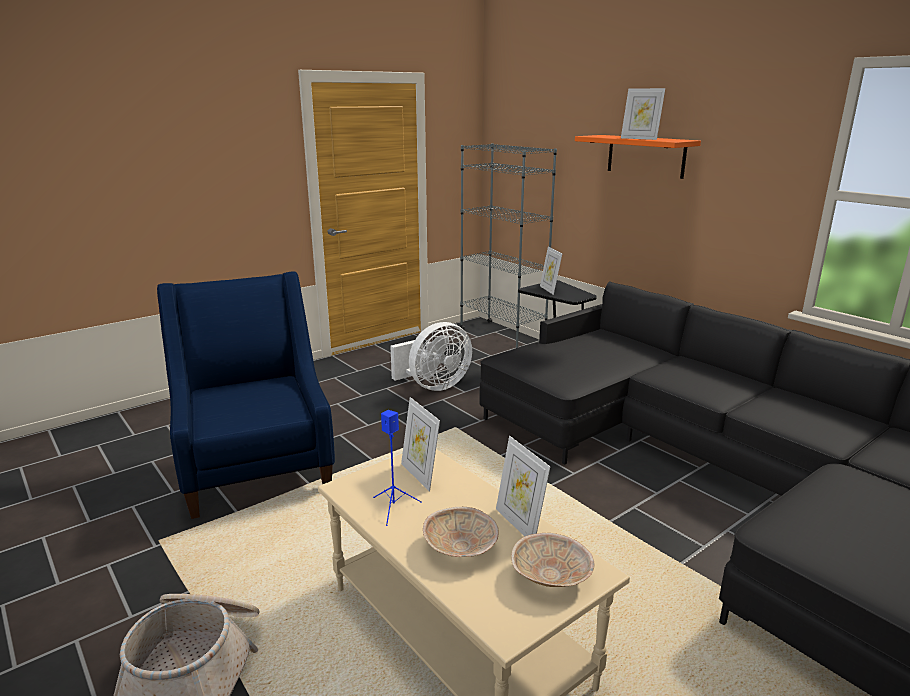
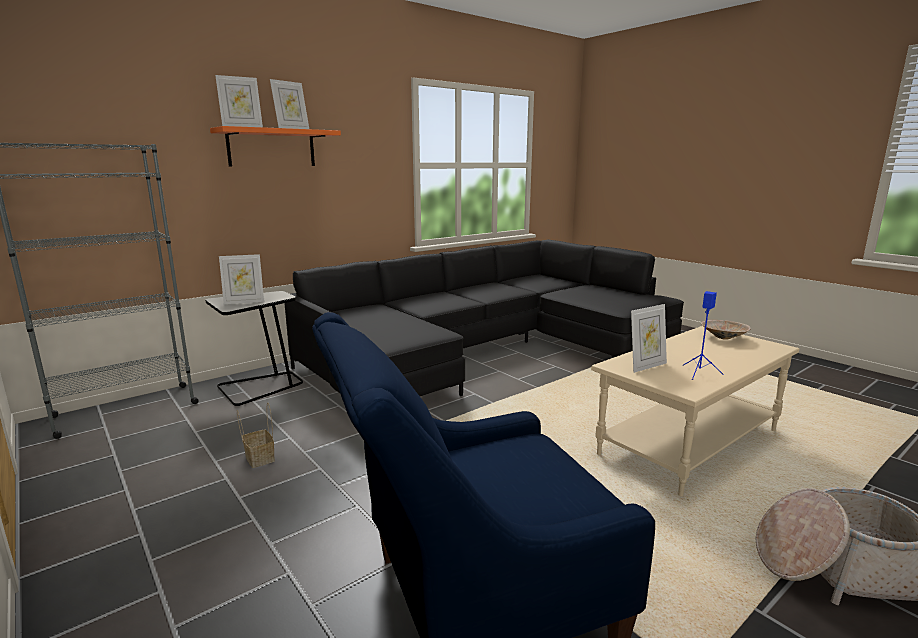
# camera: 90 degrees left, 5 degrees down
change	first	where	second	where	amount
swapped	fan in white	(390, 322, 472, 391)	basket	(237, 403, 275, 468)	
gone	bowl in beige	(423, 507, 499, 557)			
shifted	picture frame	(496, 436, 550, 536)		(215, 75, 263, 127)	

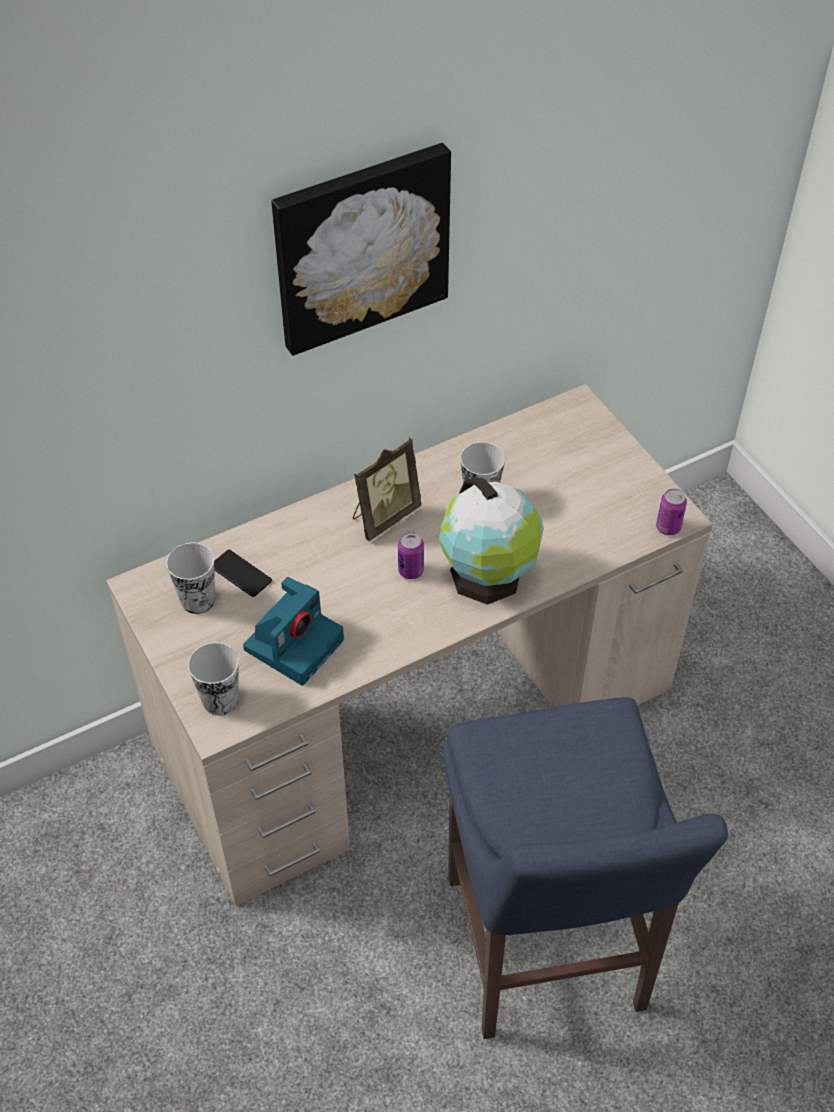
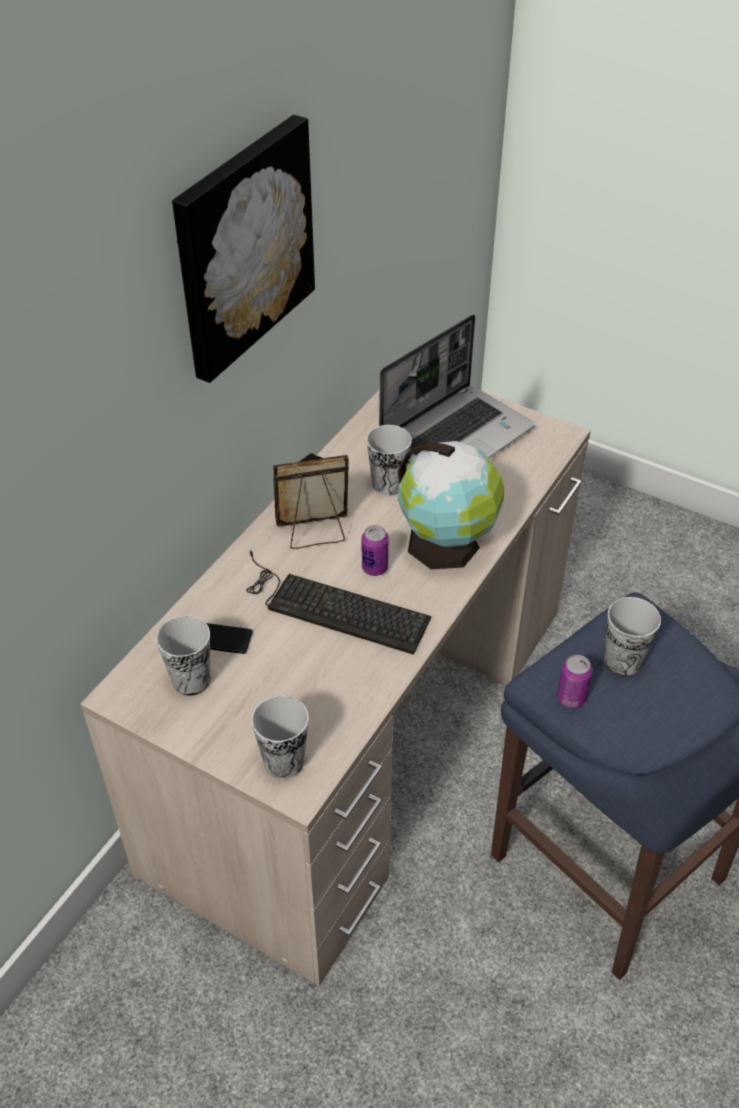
# camera: 30 degrees left, 5 degrees down
change	first	where	second	where	amount
gone	photo camera	(243, 577, 344, 686)			
rotated	picture frame	(353, 438, 421, 541)		(273, 453, 349, 549)	120 degrees counterclockwise
shifted	can	(656, 489, 687, 535)		(557, 655, 592, 709)	
new			keyboard	(246, 551, 431, 655)	
new			laptop	(379, 314, 535, 464)	
new			cup	(604, 597, 661, 676)	

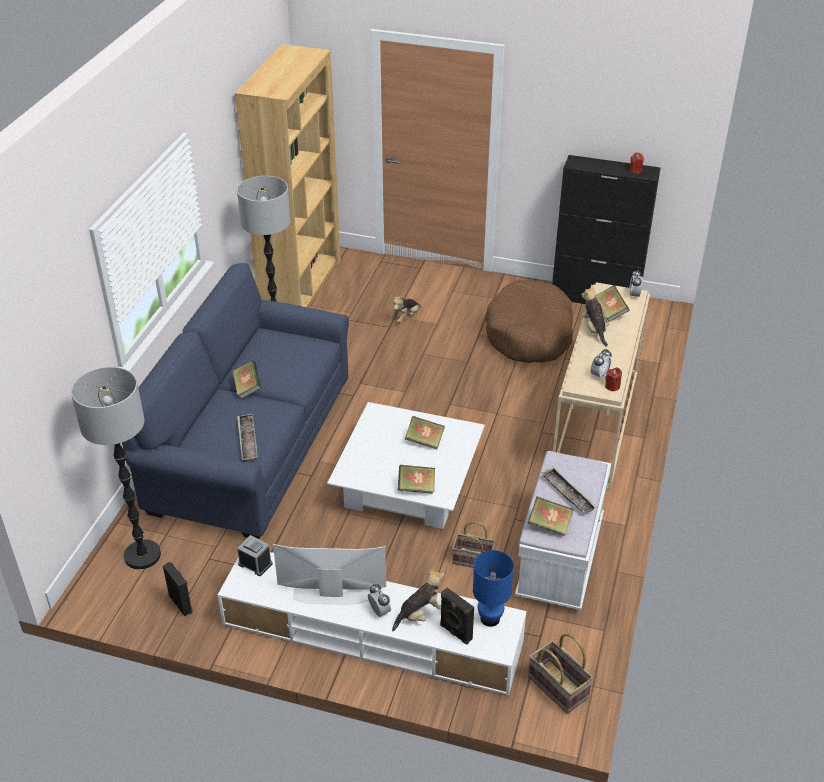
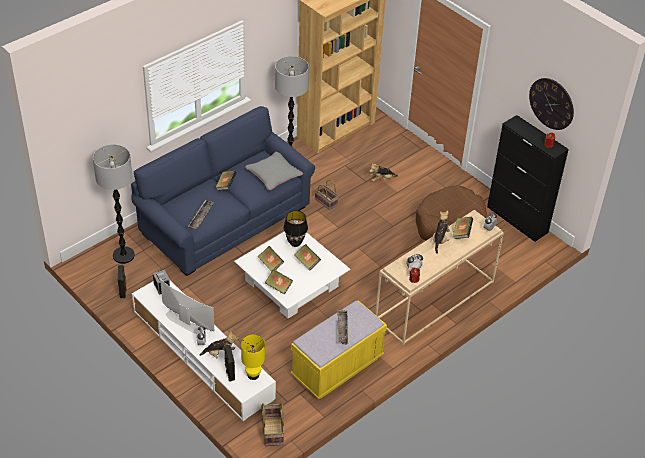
# camera: 30 degrees right, 5 degrees up
change	first	where	second	where	amount
shifted	basket	(452, 521, 495, 568)		(315, 180, 339, 210)	
repainted	table lamp in blue	(473, 550, 514, 627)	table lamp in yellow	(241, 335, 265, 380)	
repainted	bench in white	(515, 451, 611, 610)	bench in yellow	(291, 301, 387, 399)	
shifted	book	(528, 496, 574, 536)		(258, 246, 284, 271)	
new			pillow in grey	(245, 152, 303, 190)	
new			table lamp in black	(283, 211, 308, 247)	
new			wall clock	(529, 78, 574, 130)	

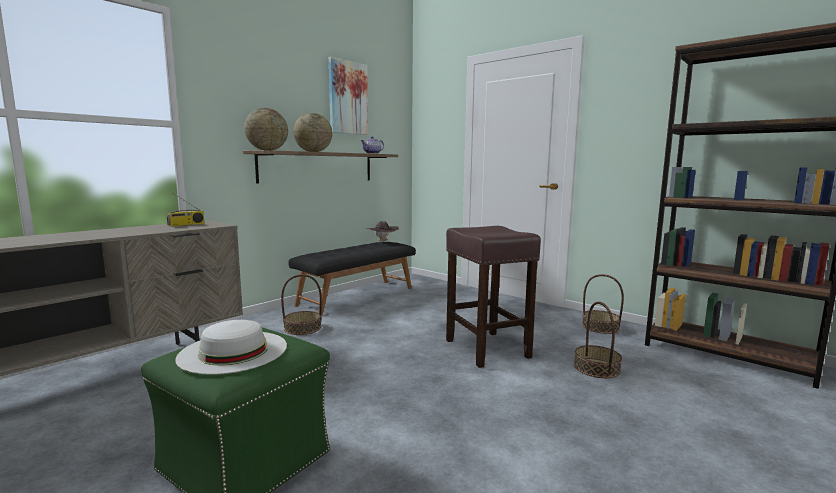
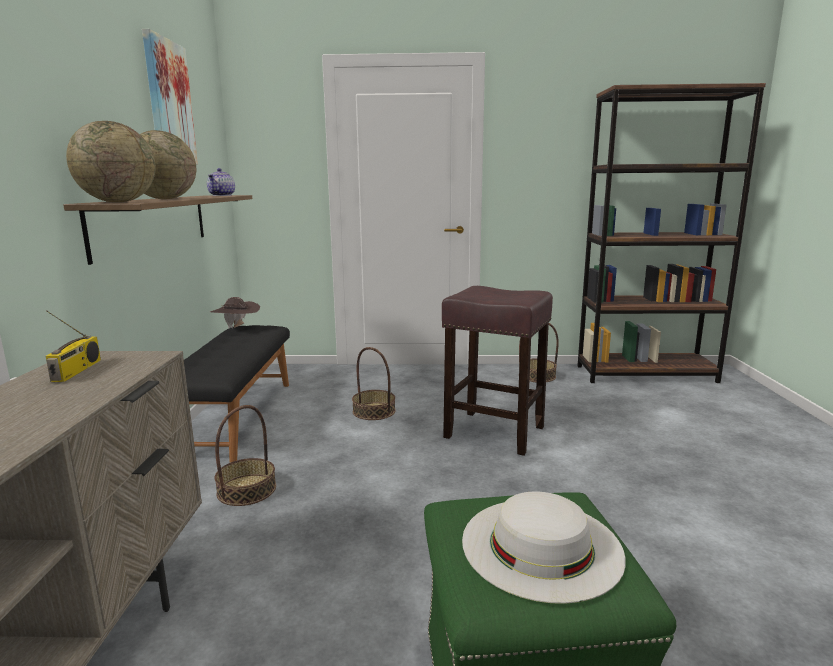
# camera: 40 degrees left, 5 degrees up
change	first	where	second	where	amount
shifted	basket	(574, 302, 622, 378)		(352, 347, 396, 420)	

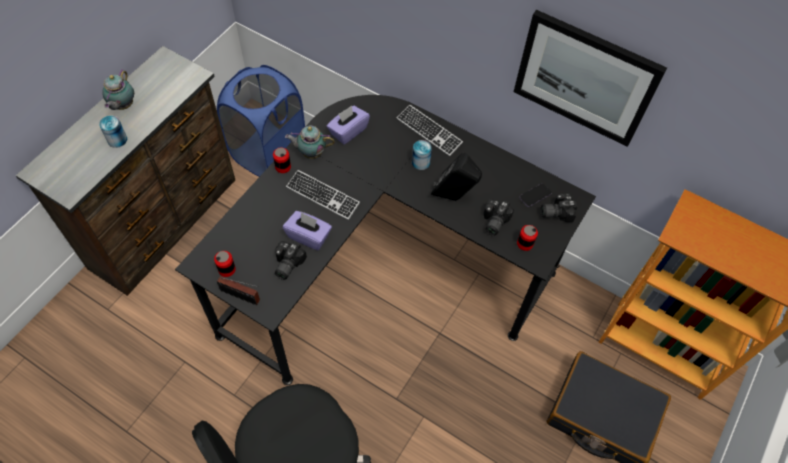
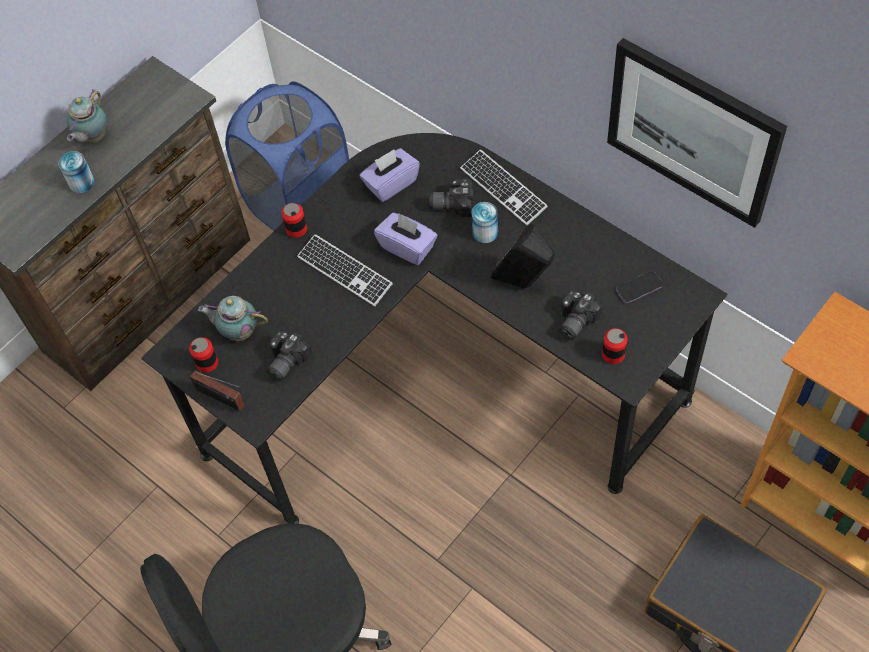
# camera: 15 degrees right, 0 degrees up
change	first	where	second	where	amount
shifted	tissue box in purple	(283, 211, 332, 250)		(374, 213, 437, 265)	
shifted	teapot	(285, 126, 335, 159)		(198, 296, 268, 341)	
shifted	photo camera	(540, 193, 577, 222)		(429, 178, 473, 217)	

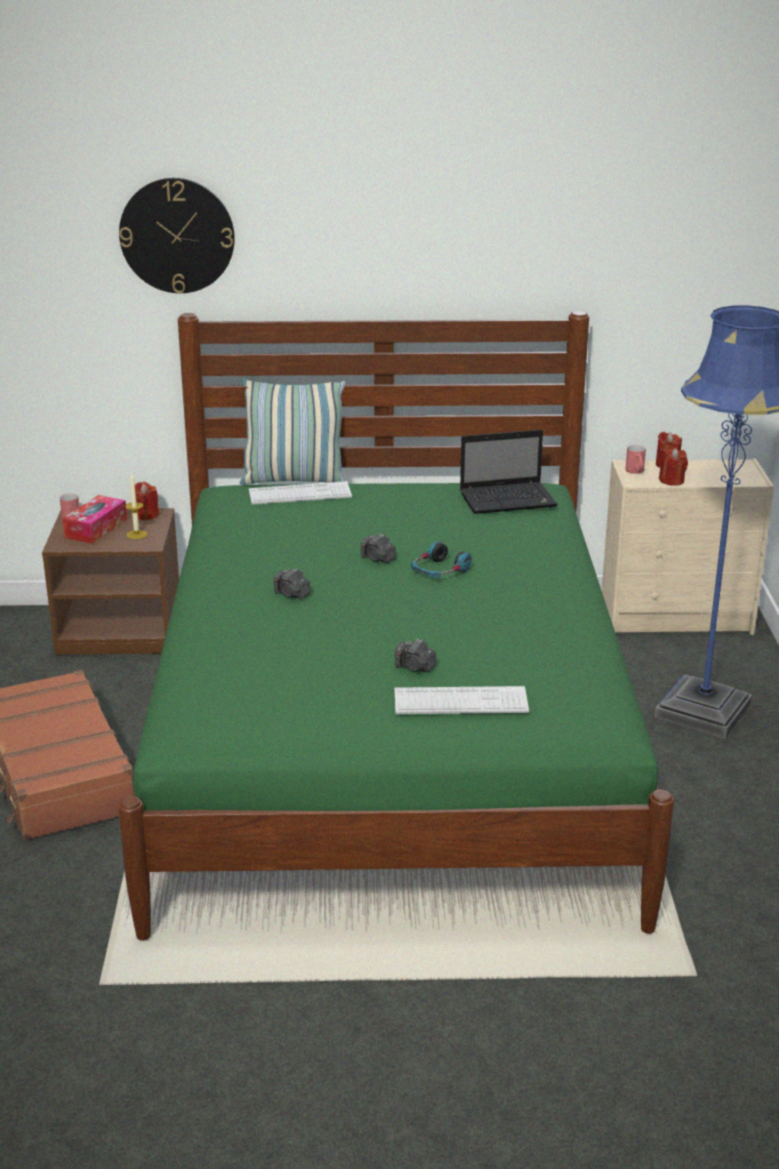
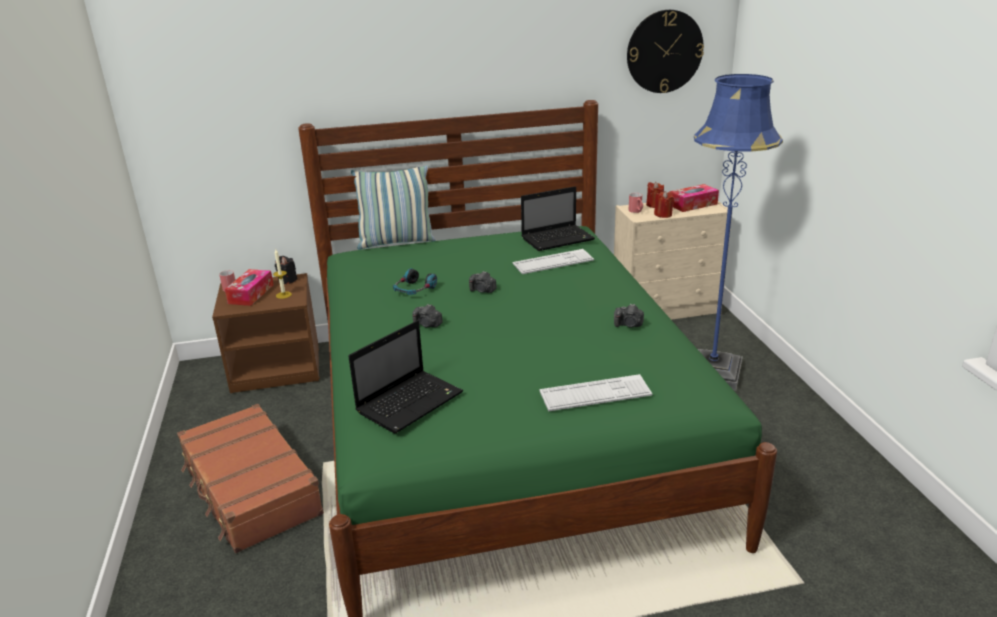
# camera: 10 degrees left, 0 degrees up
change	first	where	second	where	amount
shifted	wall clock	(119, 178, 235, 294)		(627, 10, 704, 93)	
repainted	candle in red	(135, 482, 160, 520)	candle in black	(275, 256, 297, 284)	
shifted	keyboard	(249, 481, 352, 505)		(512, 249, 594, 274)	
shifted	photo camera	(395, 639, 436, 672)		(614, 304, 644, 327)	
shifted	headphones	(411, 541, 472, 578)		(393, 268, 437, 295)	
new			laptop	(348, 321, 463, 434)	
new			tissue box	(670, 184, 719, 212)	

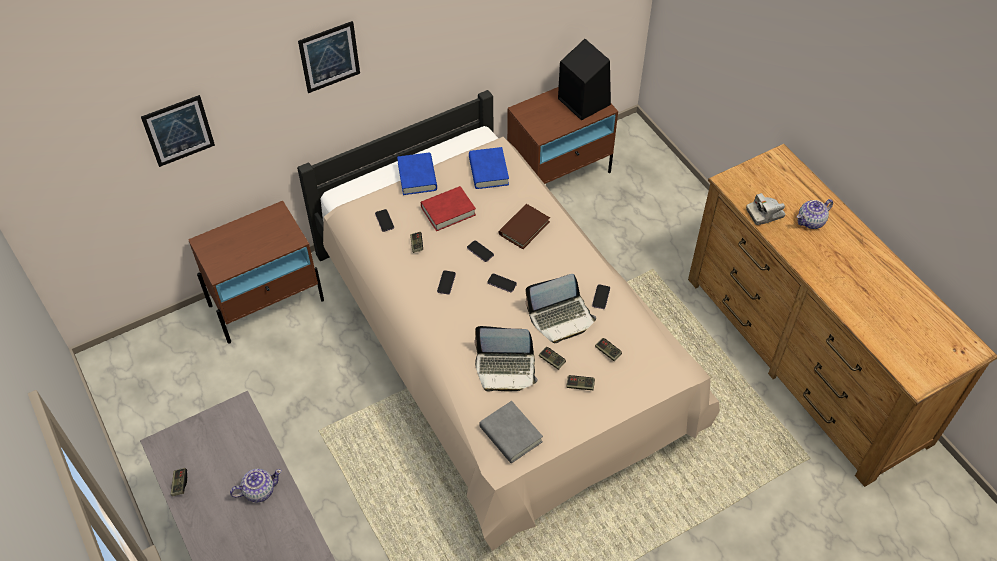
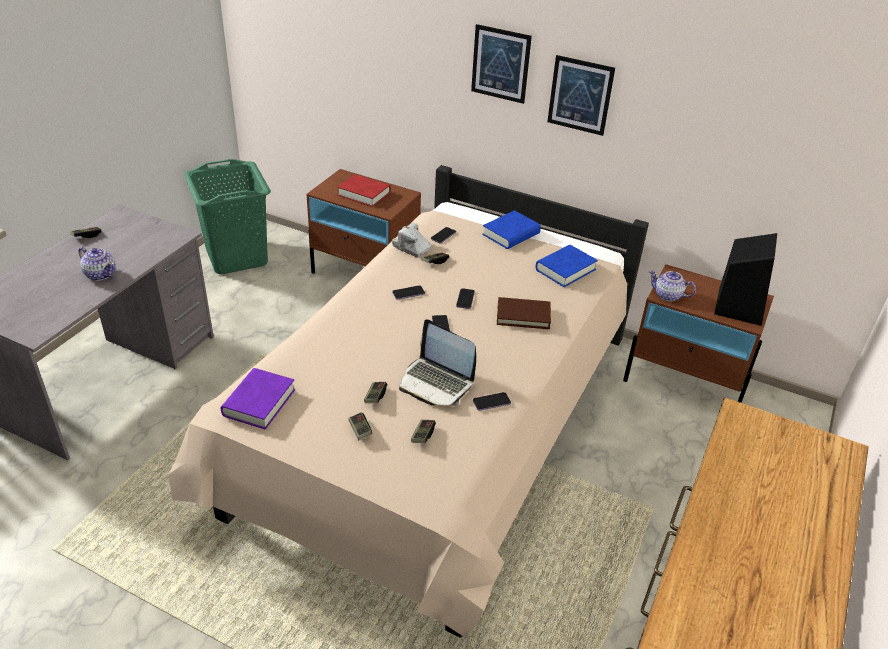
# camera: 55 degrees right, 15 degrees down
change	first	where	second	where	amount
shifted	picture	(141, 95, 215, 167)		(547, 55, 615, 136)	
shifted	book in red	(421, 186, 476, 231)		(338, 174, 391, 207)	
gone	laptop	(474, 326, 538, 392)			
repainted	book in grey	(479, 401, 543, 463)	book in purple	(221, 368, 295, 429)	
shifted	photo camera	(746, 193, 786, 225)		(392, 223, 432, 257)	
shifted	teapot	(797, 199, 833, 229)		(649, 270, 696, 301)	
new			laundry basket in green	(184, 159, 271, 274)	

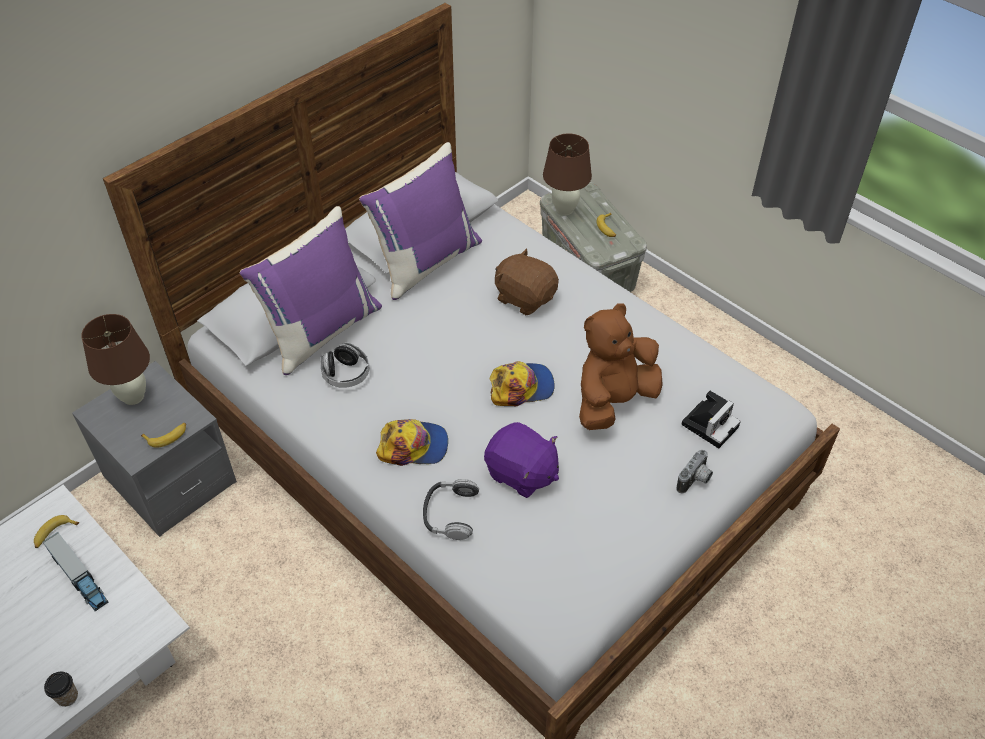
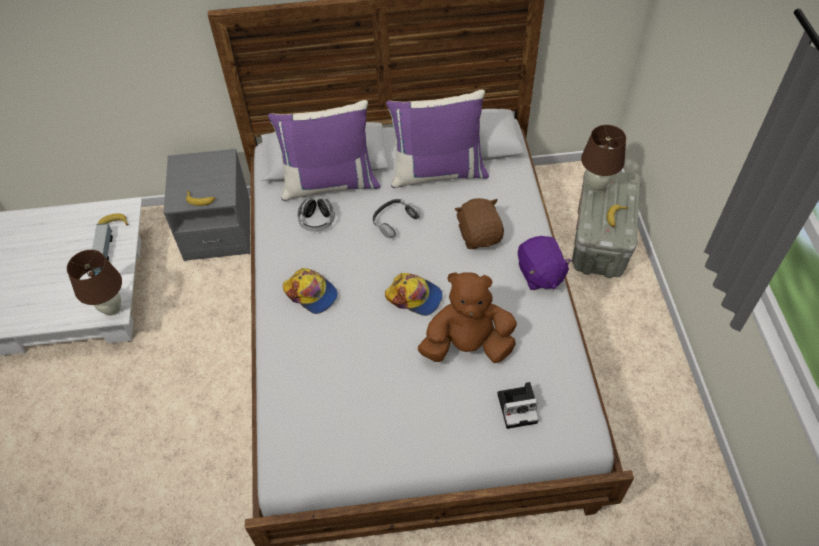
# camera: 40 degrees right, 5 degrees up
change	first	where	second	where	amount
gone	cup	(44, 672, 78, 707)			
shifted	table lamp in brown	(81, 314, 150, 405)		(67, 250, 122, 316)	
shifted	headphones	(423, 479, 479, 540)		(373, 199, 420, 238)	
shifted	plush toy in purple	(484, 422, 559, 498)		(518, 236, 572, 290)	
gone	photo camera	(676, 450, 713, 493)			

